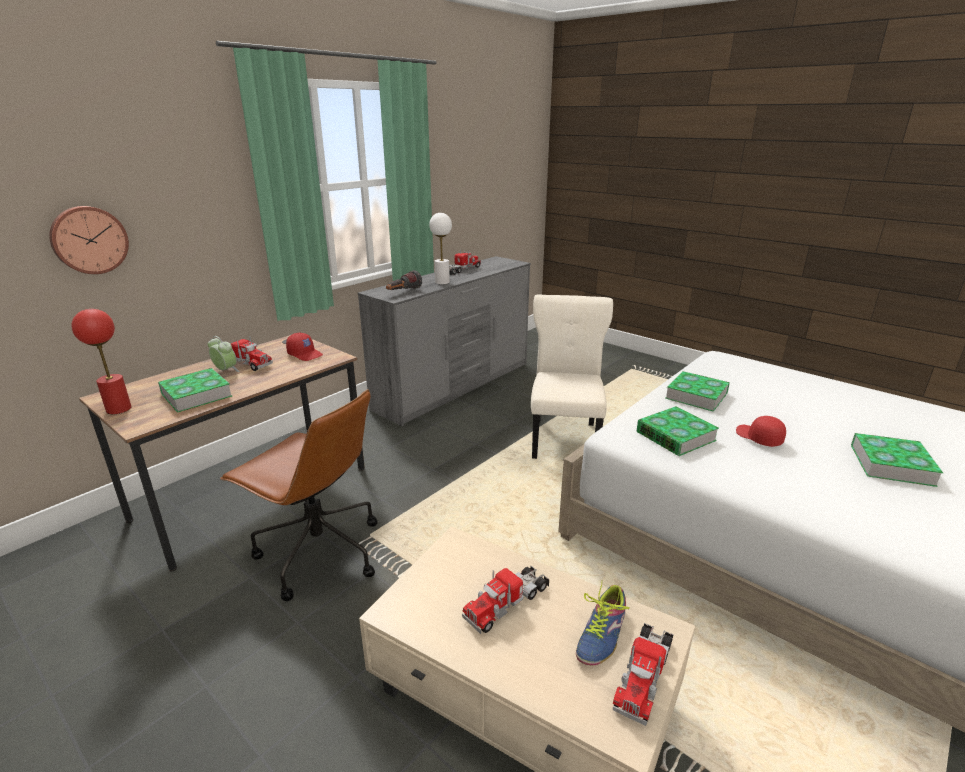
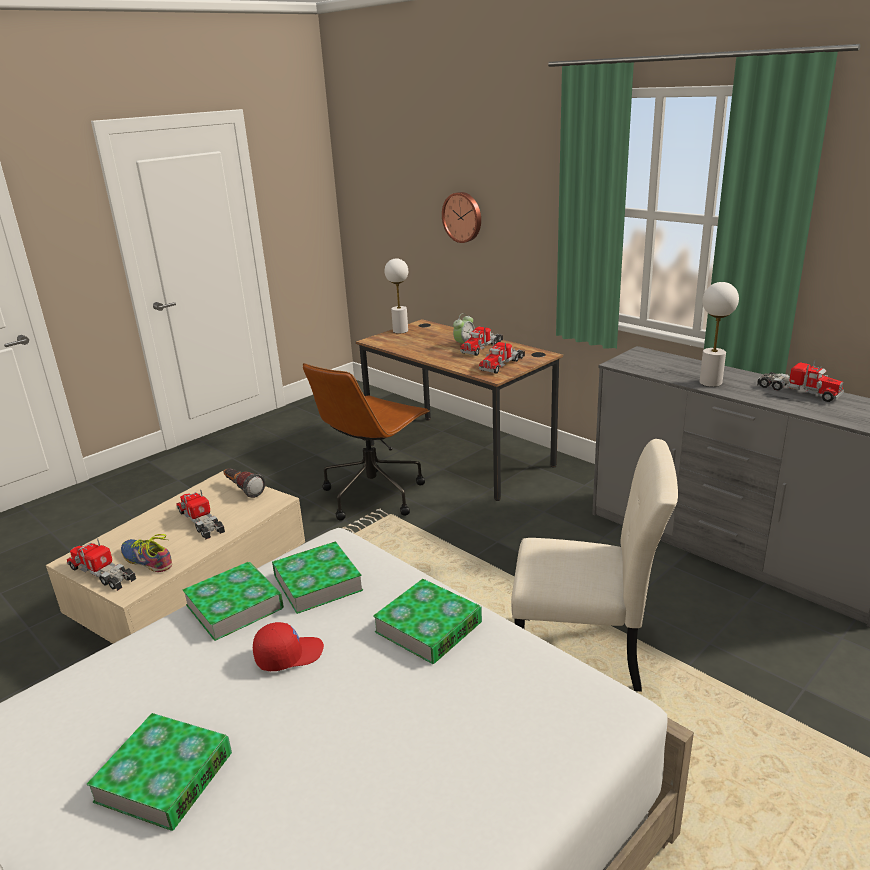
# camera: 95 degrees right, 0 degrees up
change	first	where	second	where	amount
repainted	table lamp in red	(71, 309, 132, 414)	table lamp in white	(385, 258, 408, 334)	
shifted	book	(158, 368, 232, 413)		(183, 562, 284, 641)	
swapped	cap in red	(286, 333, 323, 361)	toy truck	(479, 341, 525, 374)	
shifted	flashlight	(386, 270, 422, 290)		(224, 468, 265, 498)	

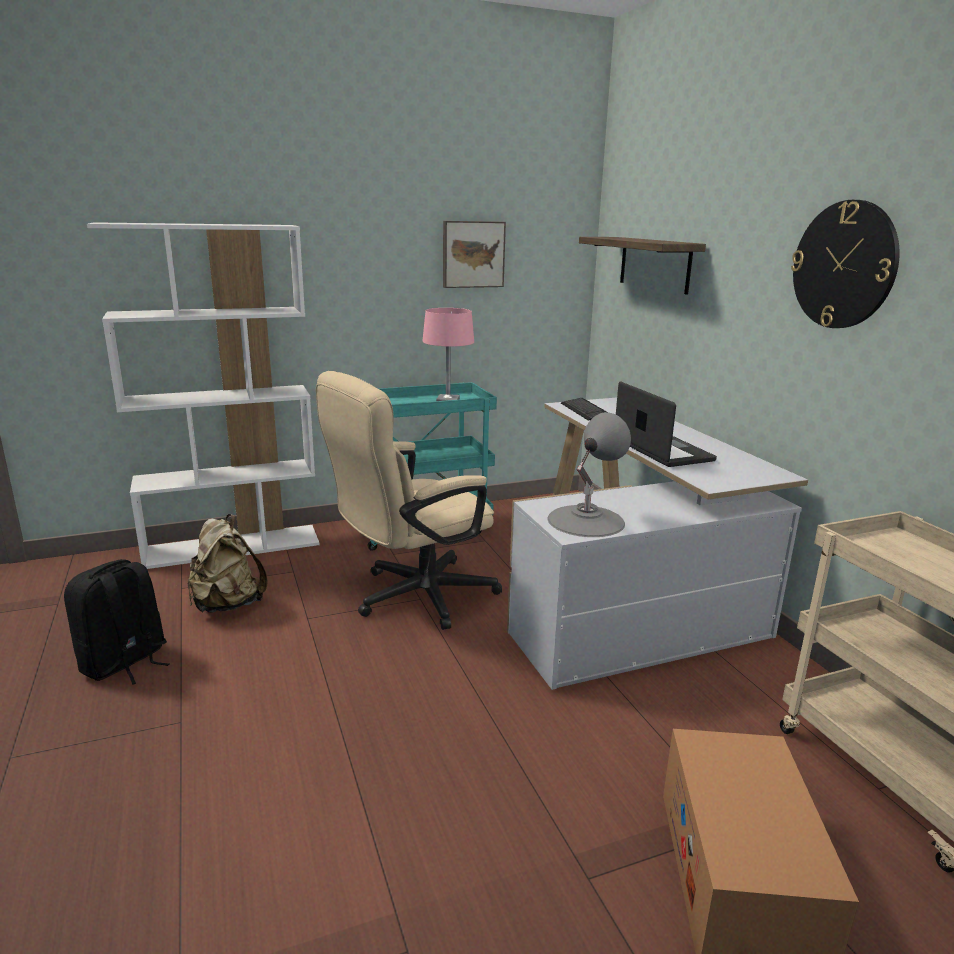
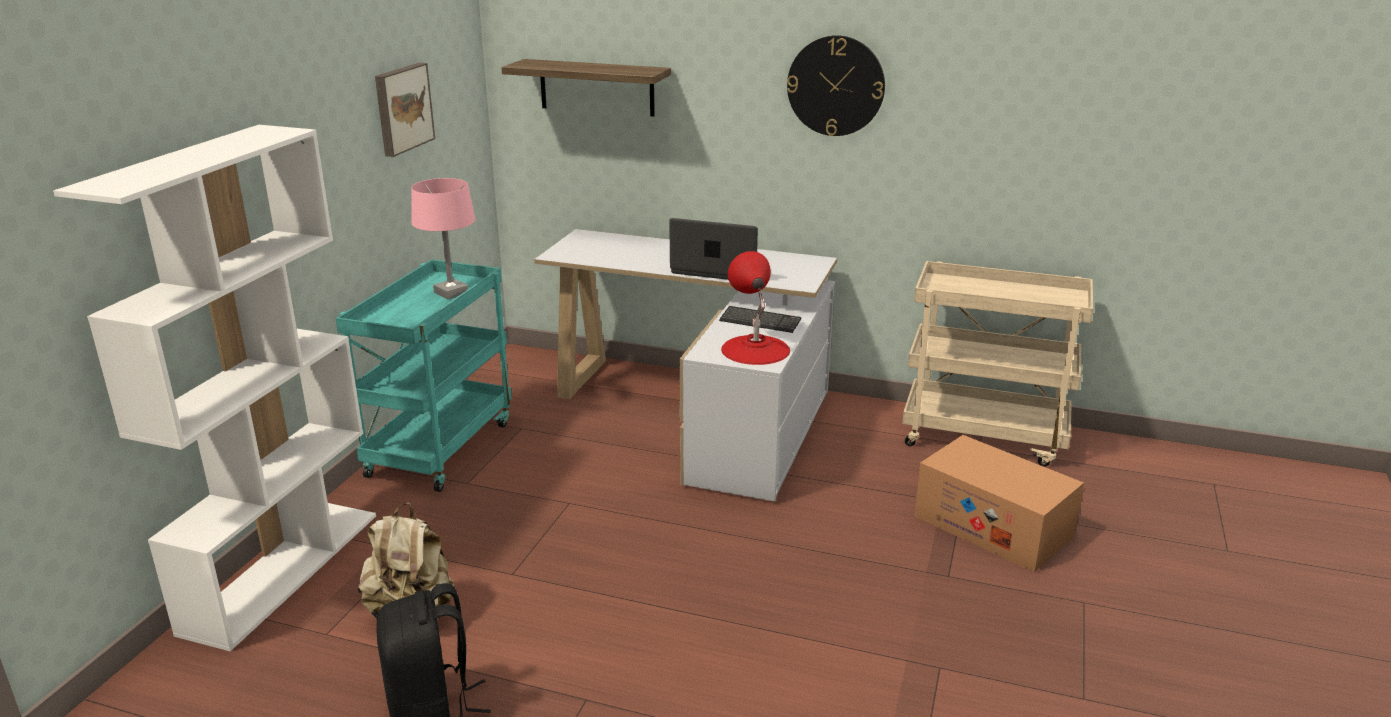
# camera: 50 degrees left, 5 degrees up
change	first	where	second	where	amount
gone	office chair in beige	(316, 371, 502, 630)			
repainted	table lamp in grey	(547, 412, 631, 537)	table lamp in red	(721, 251, 790, 365)	
shifted	keyboard	(561, 398, 608, 420)		(719, 306, 801, 333)	

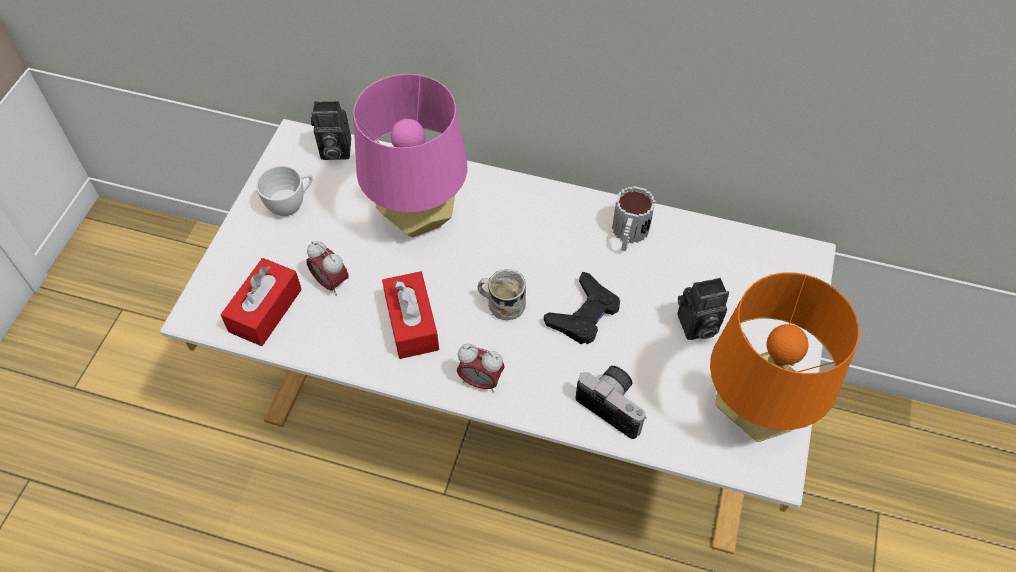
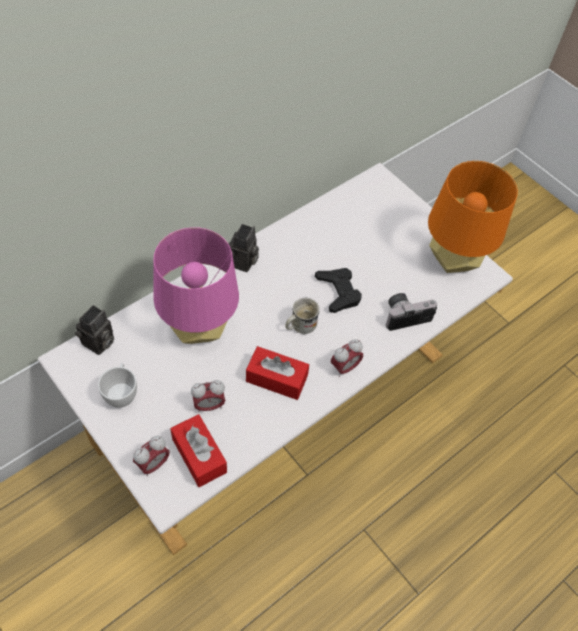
# camera: 60 degrees left, 0 degrees up
change	first	where	second	where	amount
gone	mug	(612, 186, 656, 251)			
shifted	photo camera	(678, 278, 729, 340)		(229, 224, 259, 272)	
new			alarm clock	(133, 436, 170, 476)	

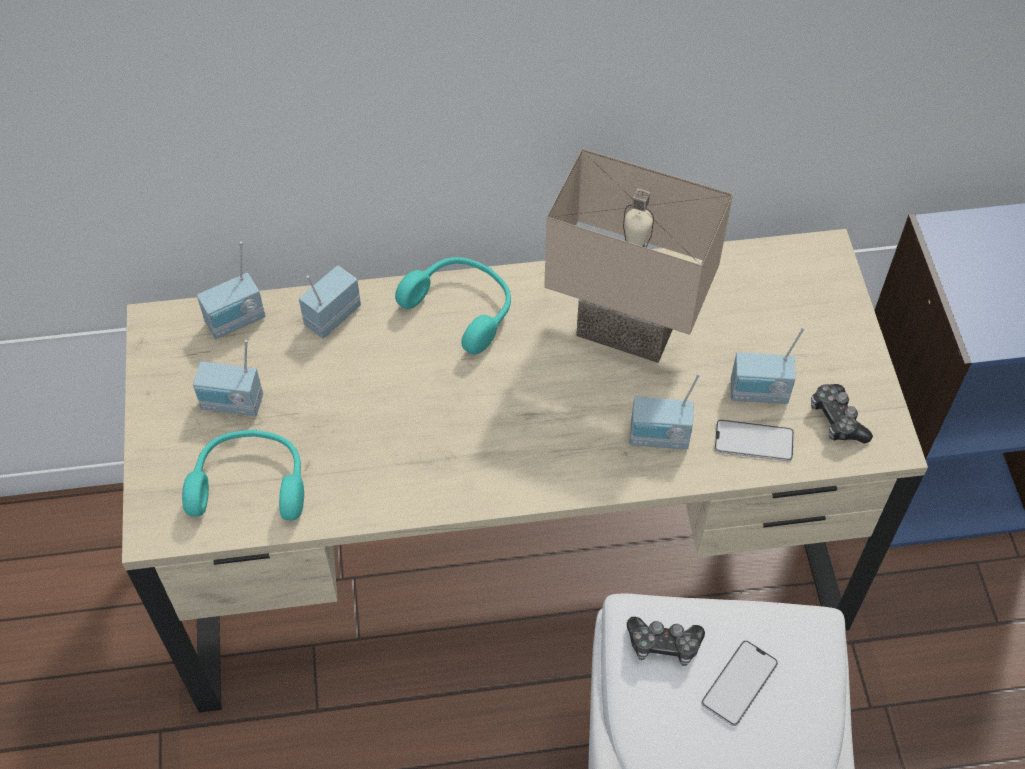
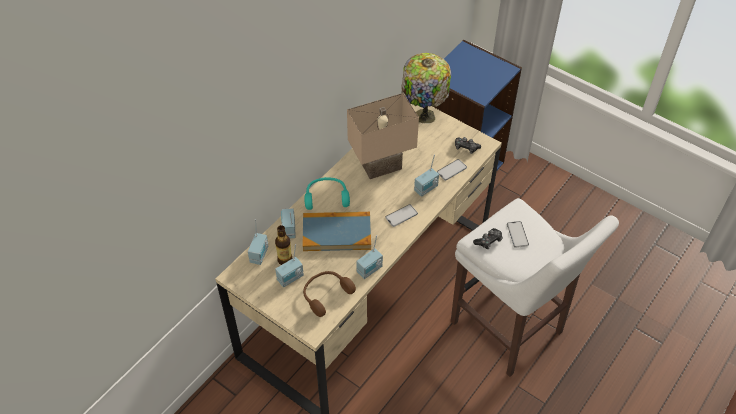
# camera: 45 degrees left, 5 degrees down
change	first	where	second	where	amount
repainted	headphones in turquoise	(182, 430, 304, 520)	headphones in brown	(303, 271, 356, 317)	
shifted	radio	(731, 327, 805, 404)		(356, 235, 383, 279)	
new			bottle	(275, 225, 293, 265)	
new			book	(302, 212, 371, 251)	
new			phone	(385, 204, 418, 227)	
new			table lamp	(402, 53, 451, 123)	

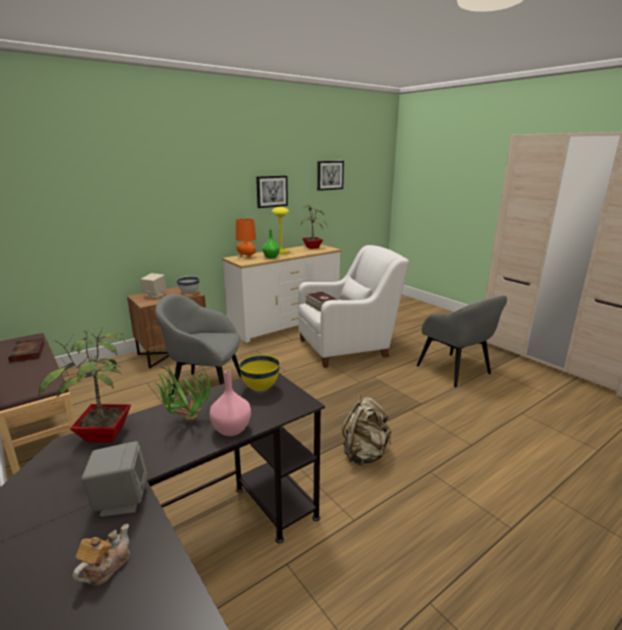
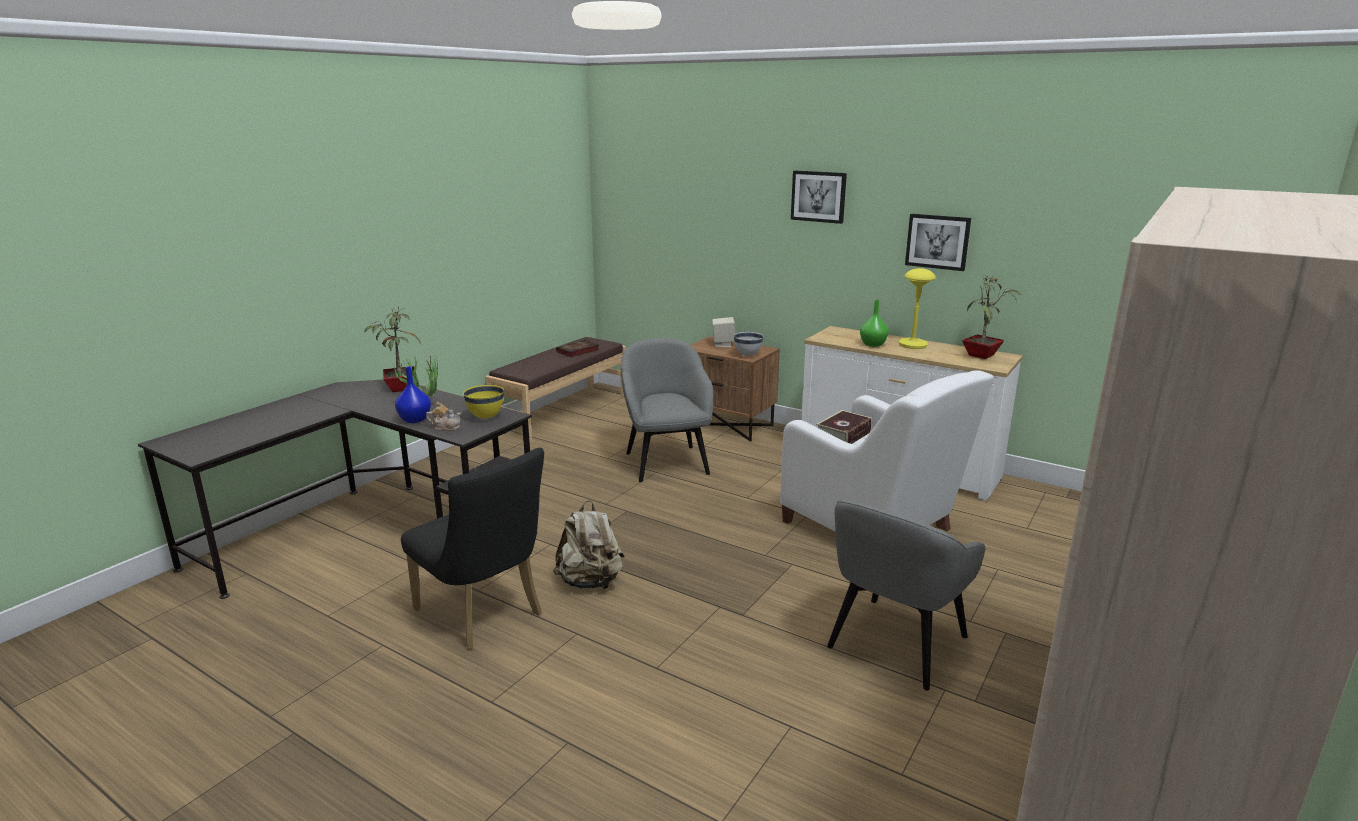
# camera: 70 degrees right, 0 degrees up
change	first	where	second	where	amount
shifted	teapot	(72, 524, 130, 586)		(426, 402, 461, 431)	
gone	speaker in grey	(81, 441, 147, 517)			
repainted	vase in pink	(210, 370, 251, 436)	vase in blue	(395, 366, 431, 423)	
gone	table lamp in orange	(236, 218, 256, 258)			
shifted	picture	(317, 161, 344, 191)		(791, 171, 847, 224)	
new			chair in black	(401, 448, 544, 650)	

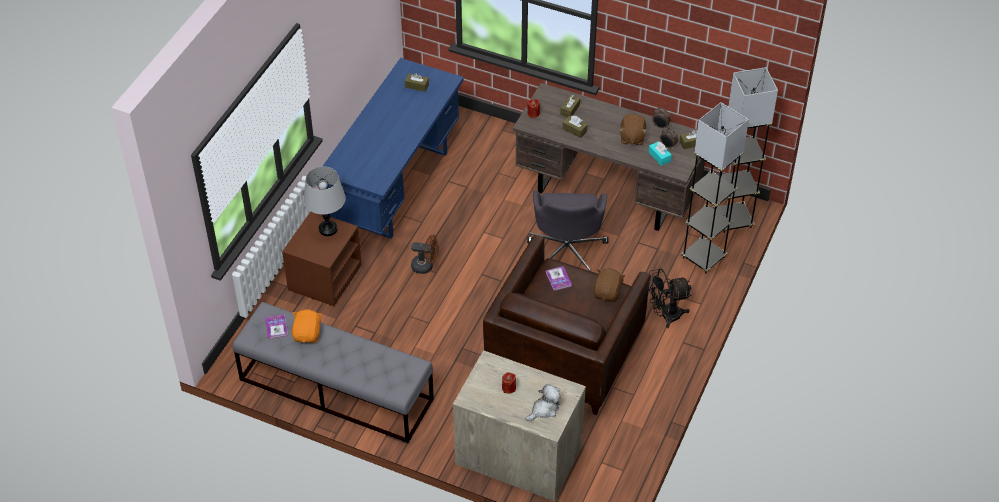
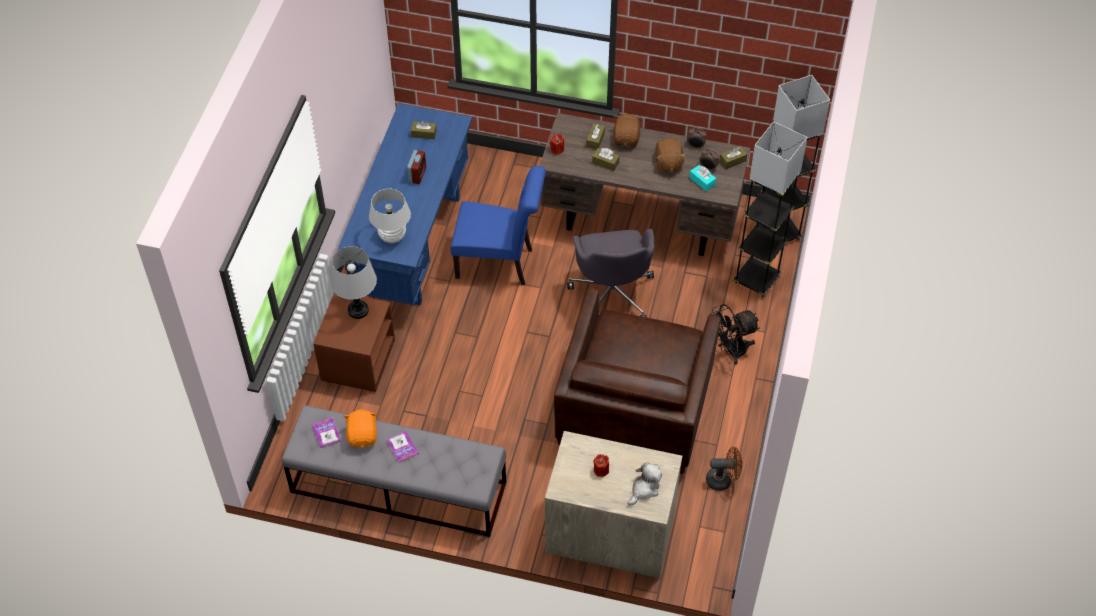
# camera: 10 degrees left, 5 degrees up
change	first	where	second	where	amount
shifted	fan in brown	(411, 235, 439, 274)		(706, 447, 742, 491)	
shifted	book	(545, 266, 572, 291)		(386, 431, 419, 463)	
shifted	plush toy in brown	(593, 269, 625, 302)		(613, 114, 643, 147)	
new			table lamp in white	(369, 189, 411, 243)	
new			alarm clock	(407, 150, 426, 184)	
new			chair in blue	(450, 166, 546, 285)	

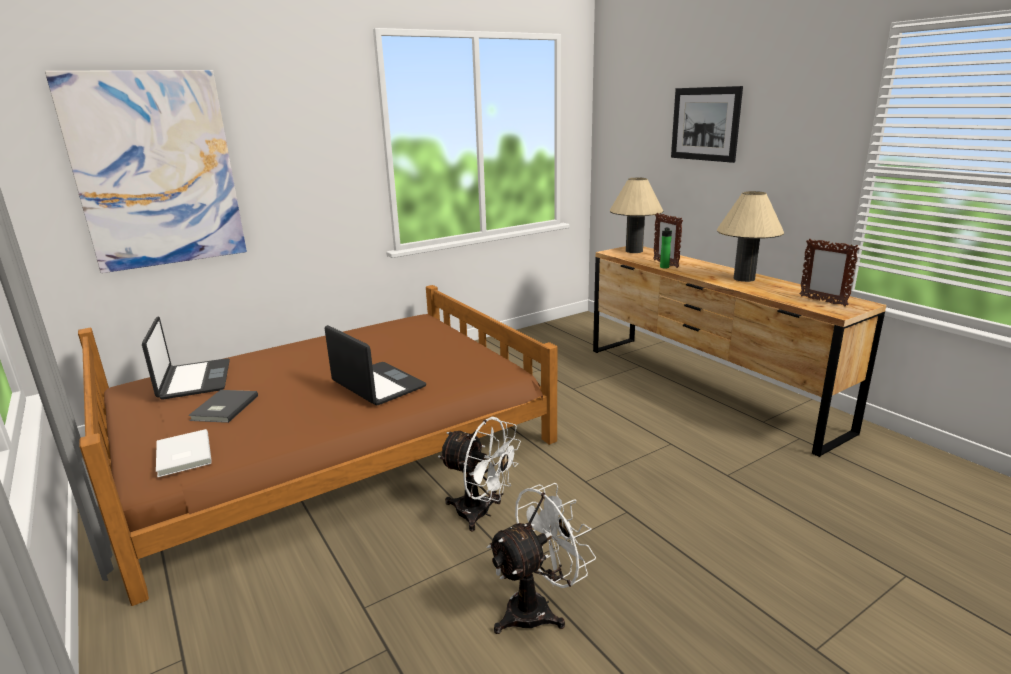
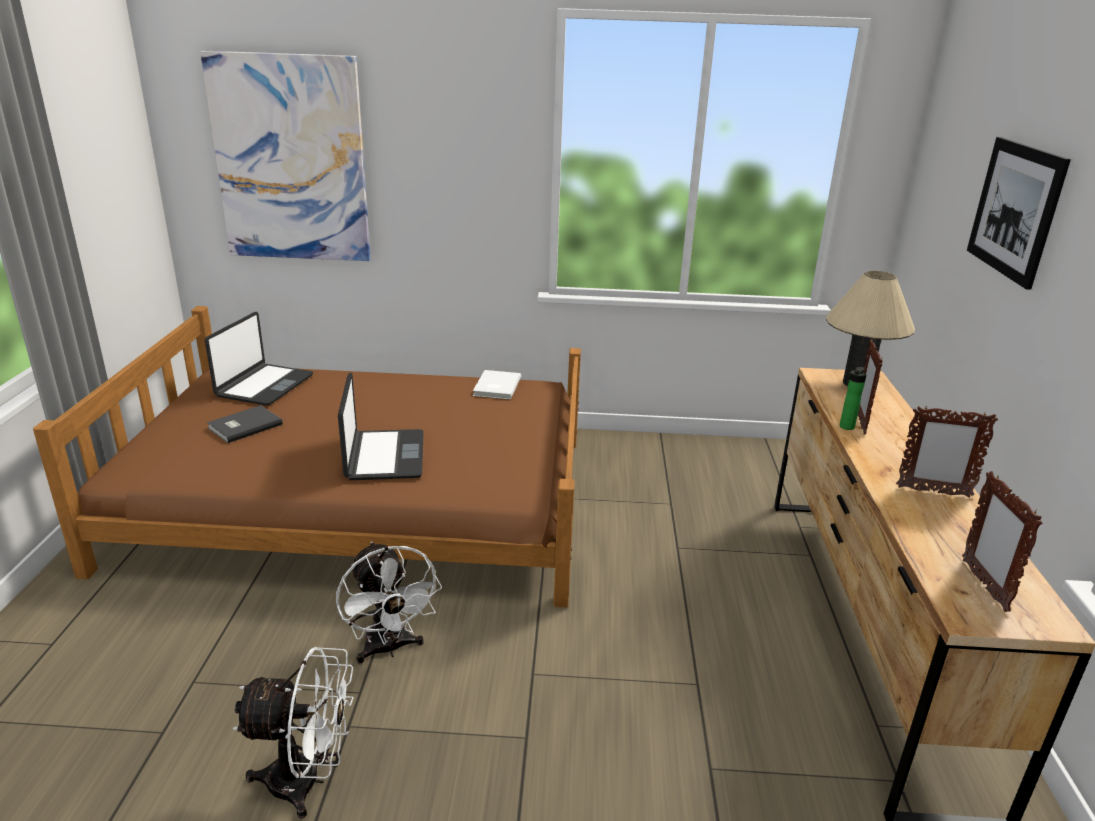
# camera: 35 degrees right, 5 degrees up
change	first	where	second	where	amount
shifted	book in white	(156, 429, 212, 478)		(473, 370, 521, 399)	
swapped	table lamp in beige	(717, 191, 784, 282)	picture frame	(896, 406, 998, 498)	

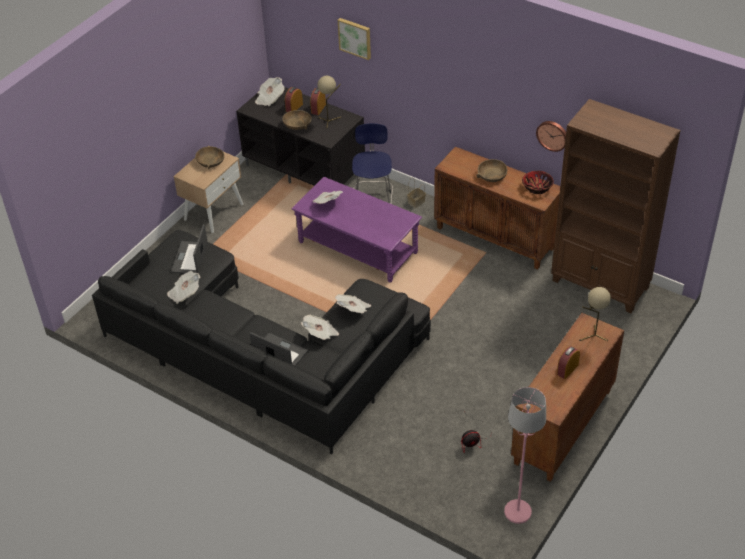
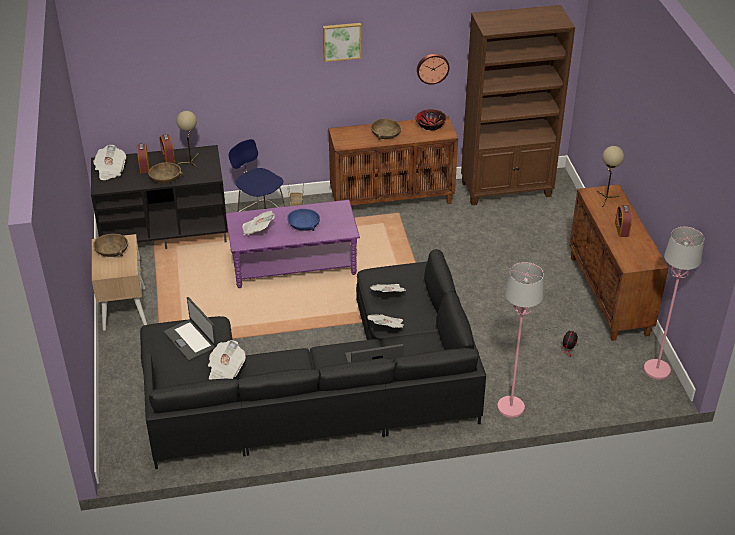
# camera: 45 degrees left, 5 degrees down
change	first	where	second	where	amount
shifted	picture	(338, 18, 371, 60)		(323, 23, 361, 62)	
new			bowl in blue	(287, 209, 320, 231)	
new			floor lamp in pink	(497, 262, 544, 418)	

